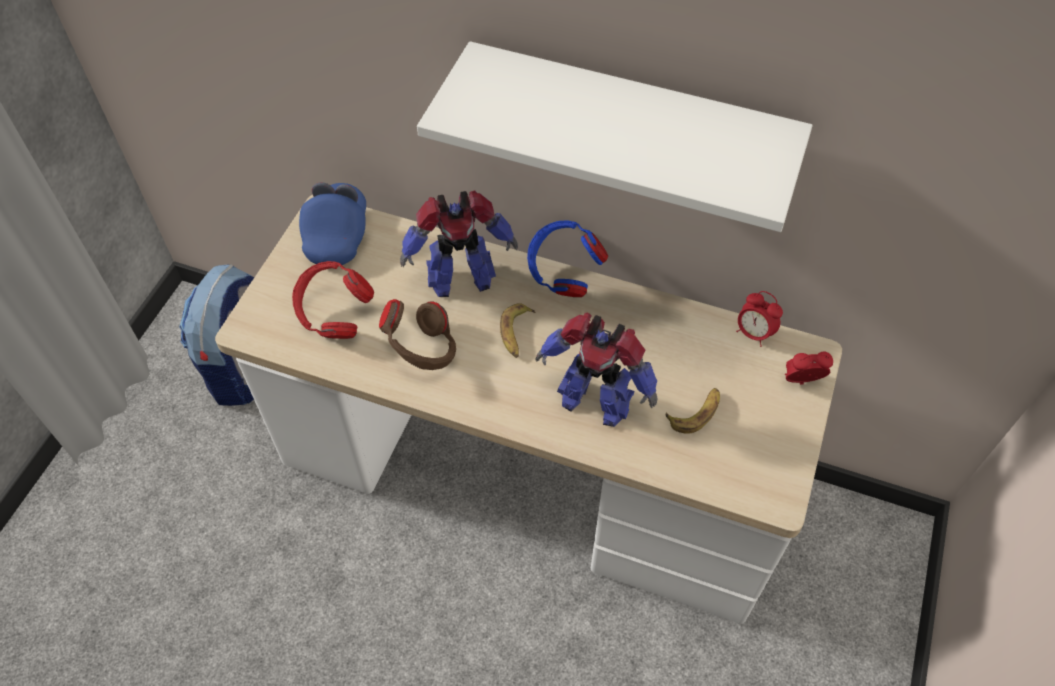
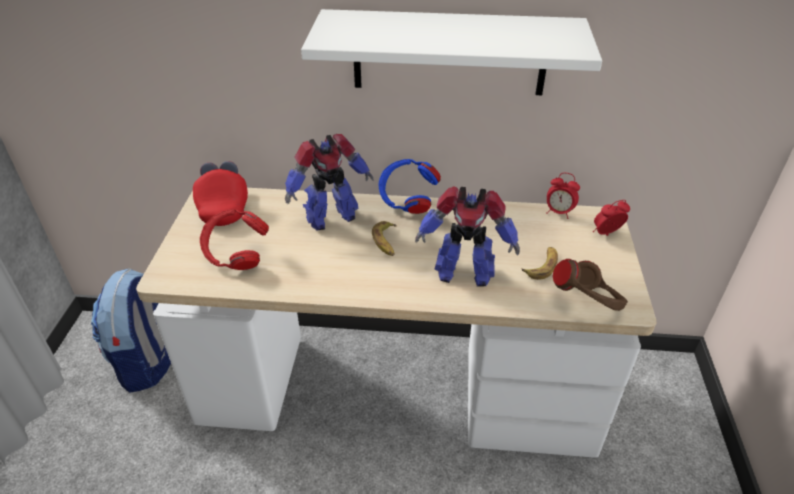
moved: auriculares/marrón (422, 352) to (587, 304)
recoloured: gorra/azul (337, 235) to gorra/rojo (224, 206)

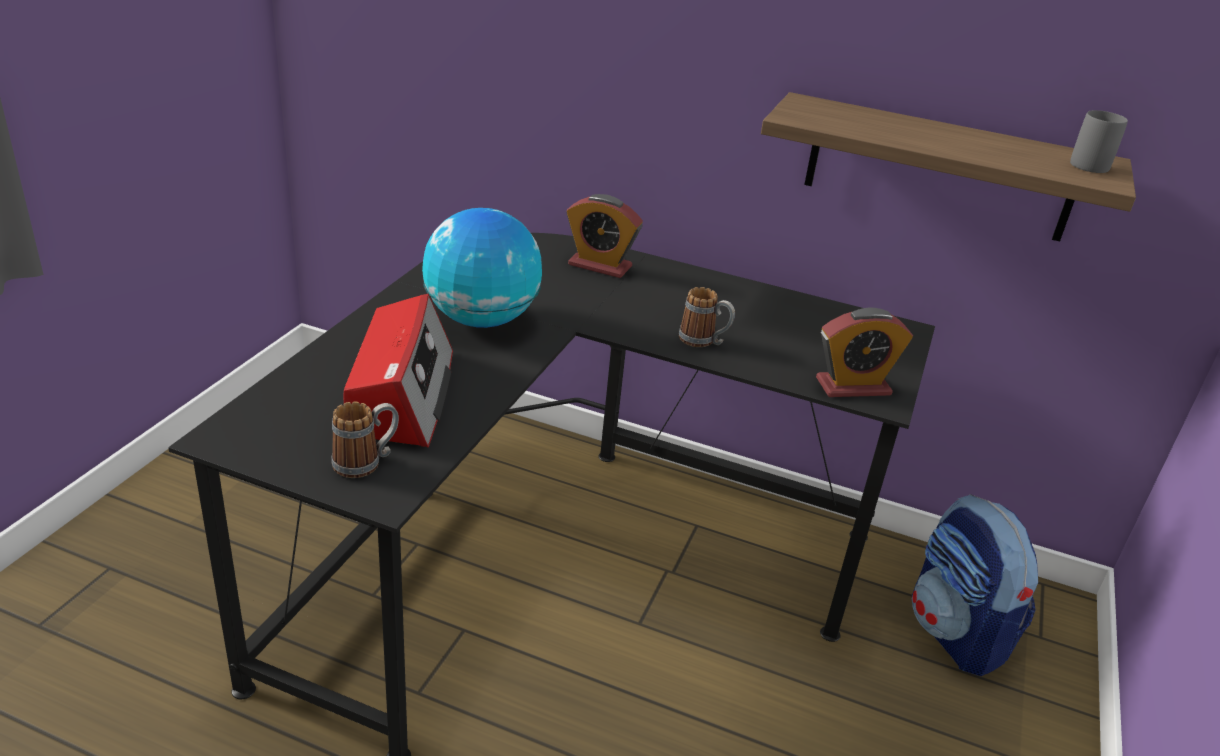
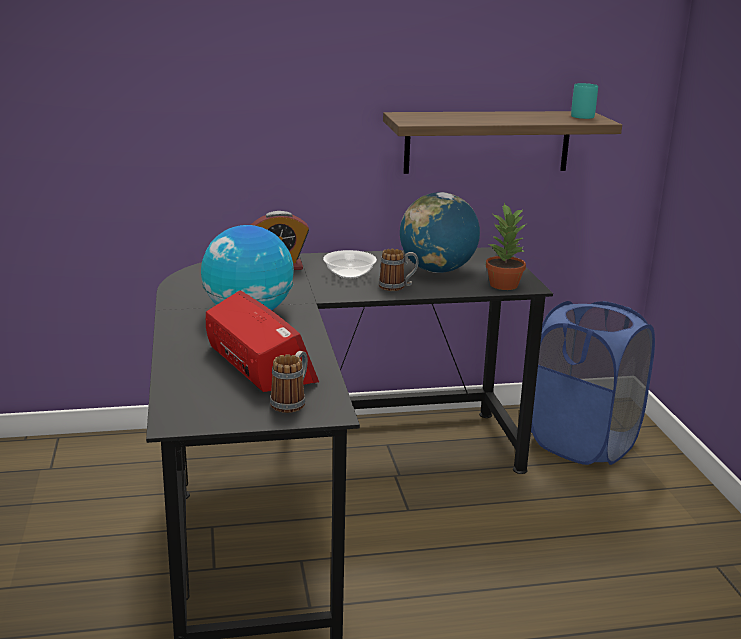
added: cuenco (349, 274); globo terráqueo (437, 270)
replaced: despertador (853, 386) to planta en maceta (504, 284); mochila (956, 634) to cesto de la ropa/azul (582, 443)
recoloured: taza grande/gris (1091, 164) to taza grande/turquesa (581, 115)

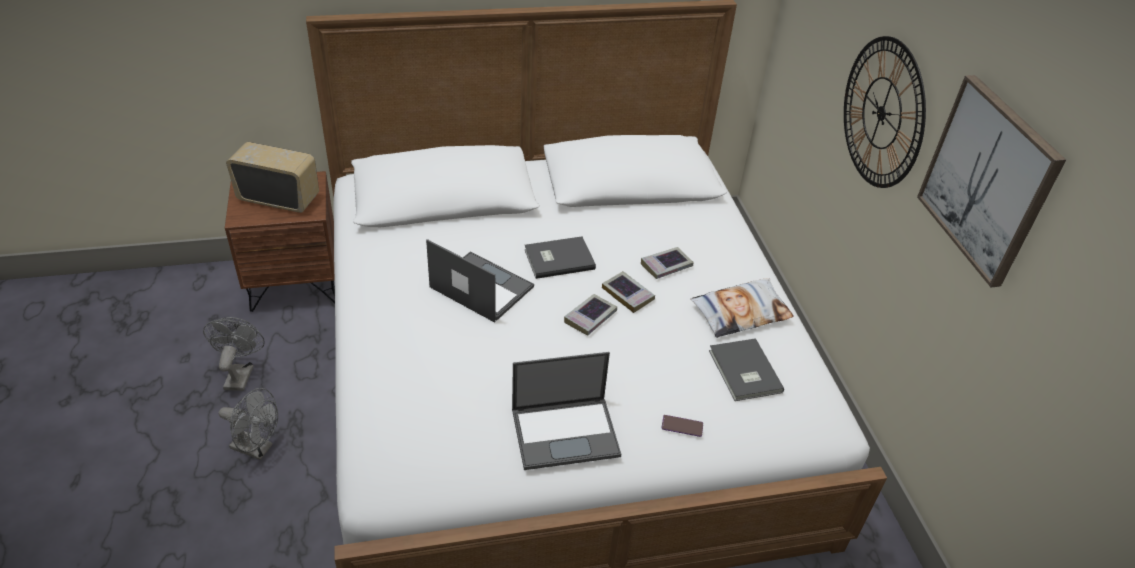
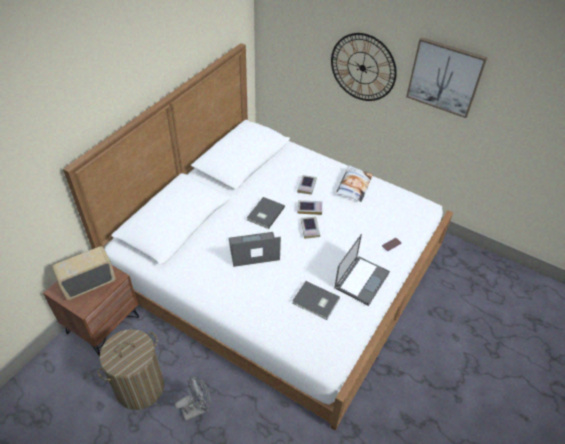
moved: libro/gris (743, 372) to (316, 302)
replaced: ventilador/gris (240, 374) to cesto de la ropa (140, 387)

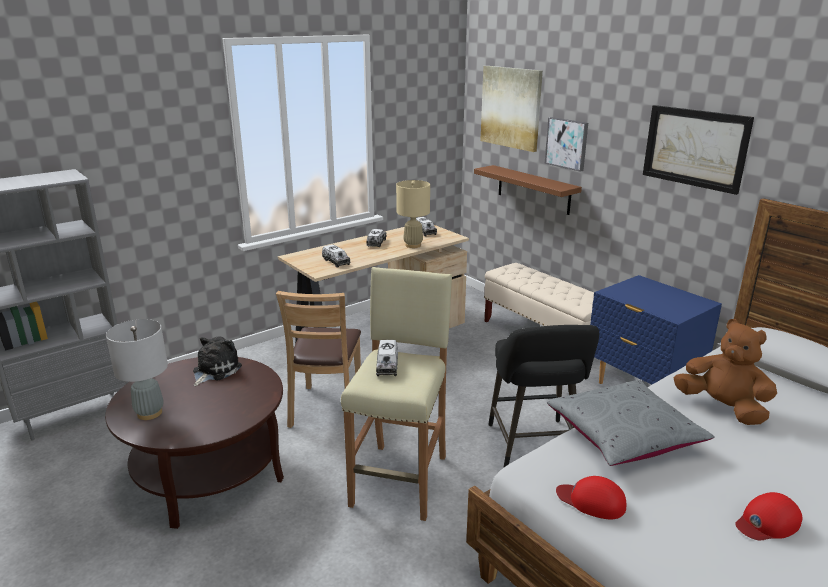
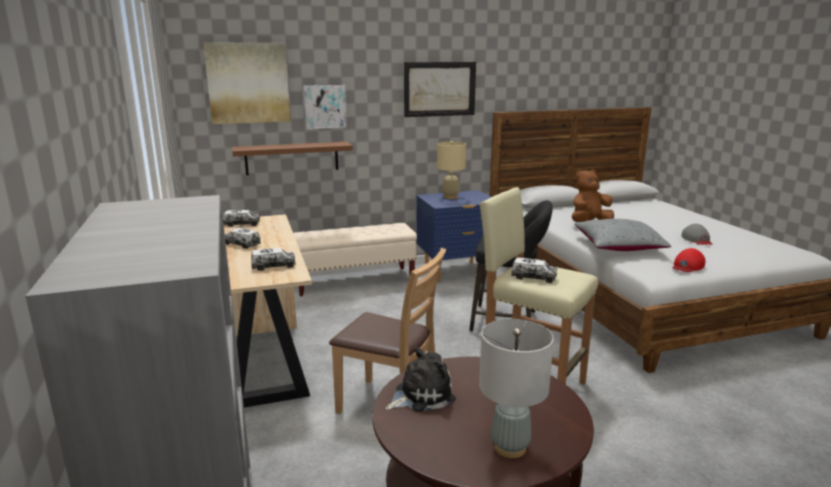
moved: lámpara de mesa/beis (413, 245) to (450, 197)
recoloured: gorra/rojo (767, 522) to gorra/gris (697, 239)
turned: peluche (214, 370) = (421, 395) 105 degrees clockwise

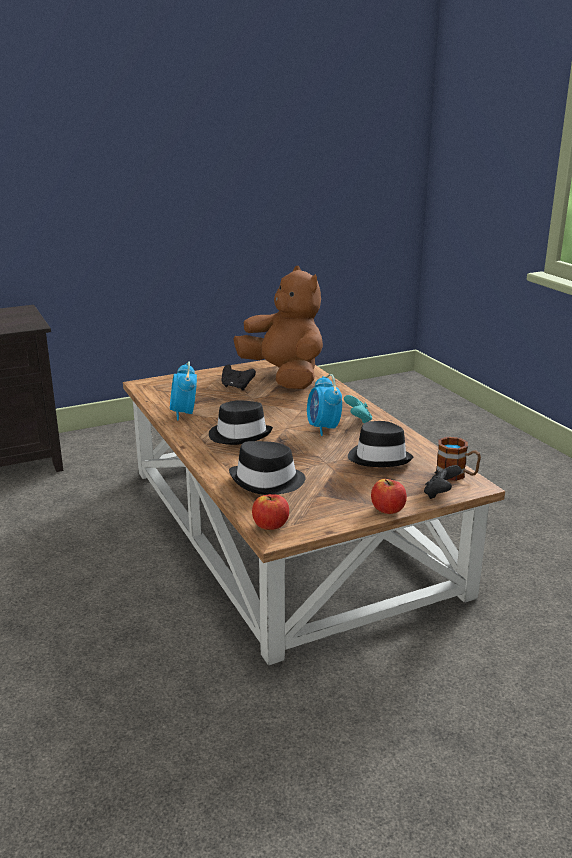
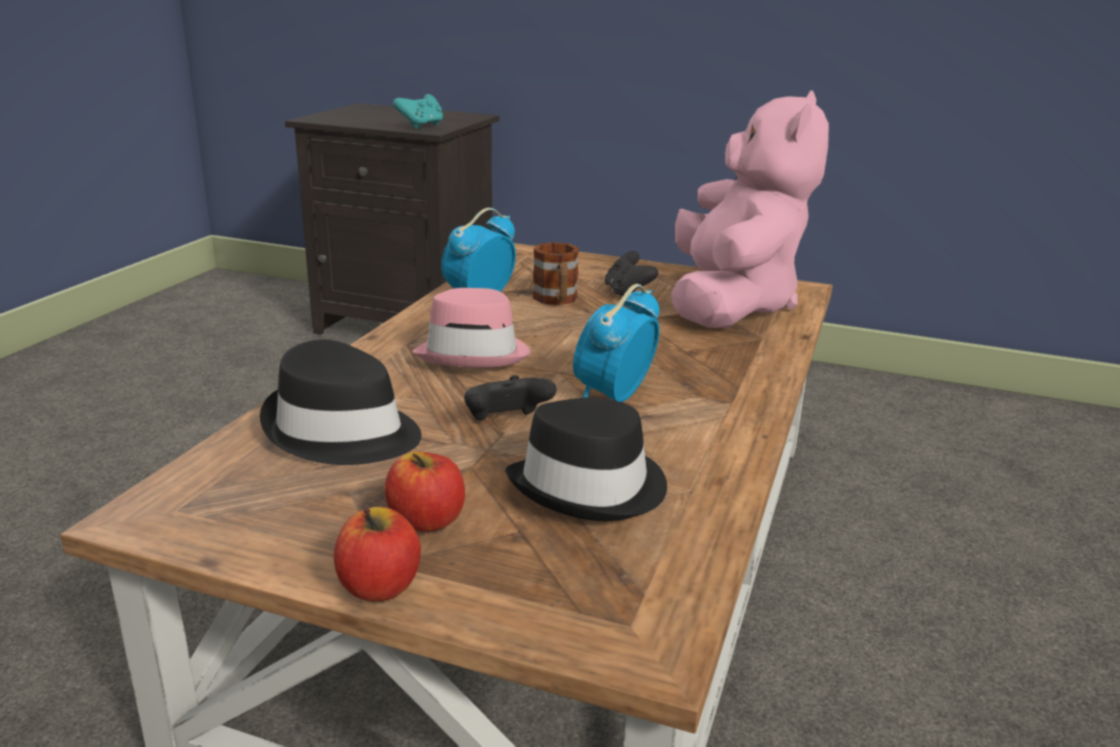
moved: manzana (270, 525) to (426, 520); mando de consola/turquesa (358, 420) to (421, 126); mando de consola/negro (440, 494) to (506, 423); taza grande (456, 475) to (557, 300)
recoloured: sombrero/negro (240, 435) to sombrero/rosa (474, 353); peluche/marrón (284, 377) to peluche/rosa (730, 305)

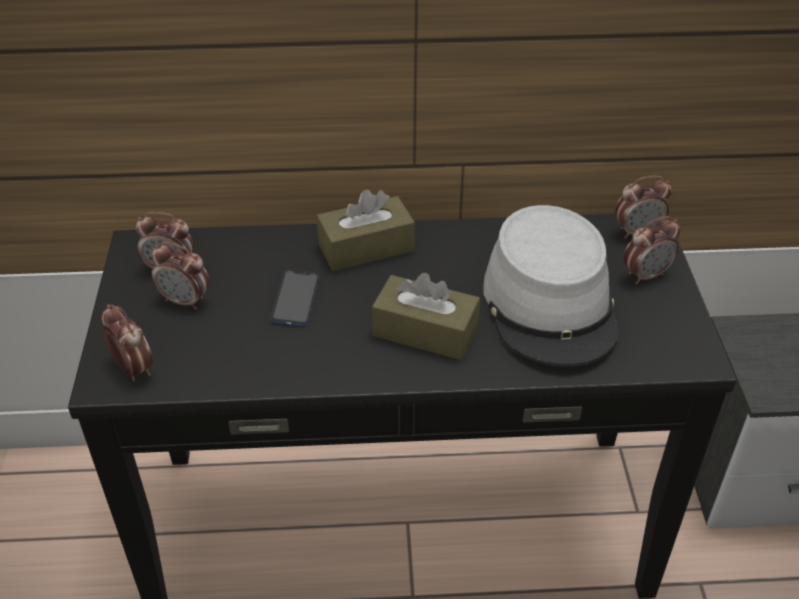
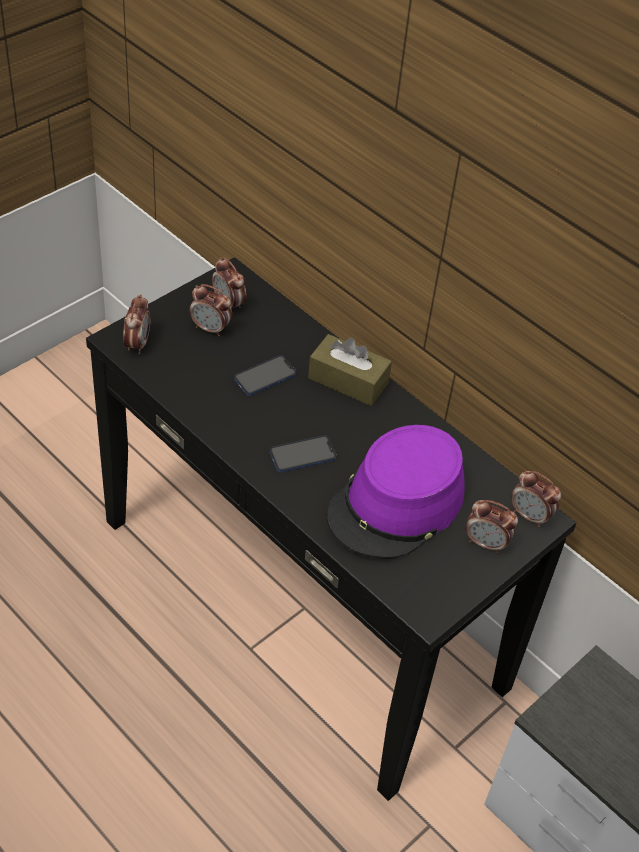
replaced: caja de pañuelos/marrón (425, 331) to móvil (302, 455)
recoloured: sombrero/gris (550, 304) to sombrero/morado (397, 505)
turned: despertador (185, 301) = (210, 329) 45 degrees counterclockwise

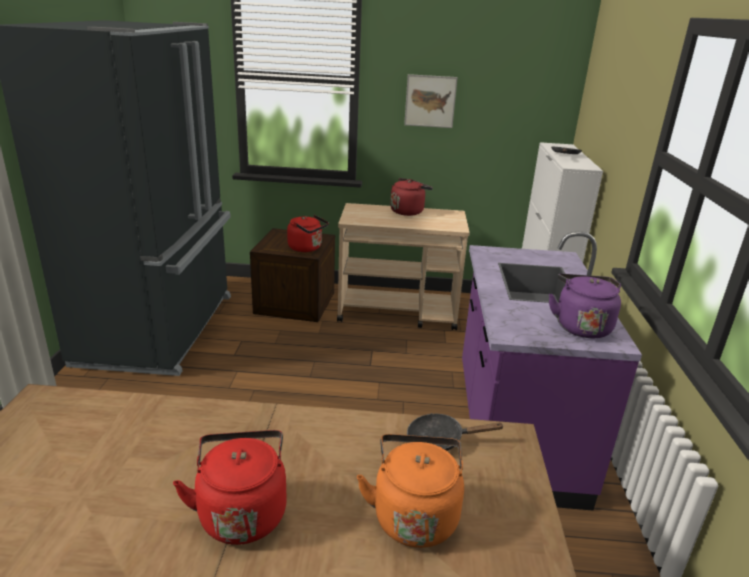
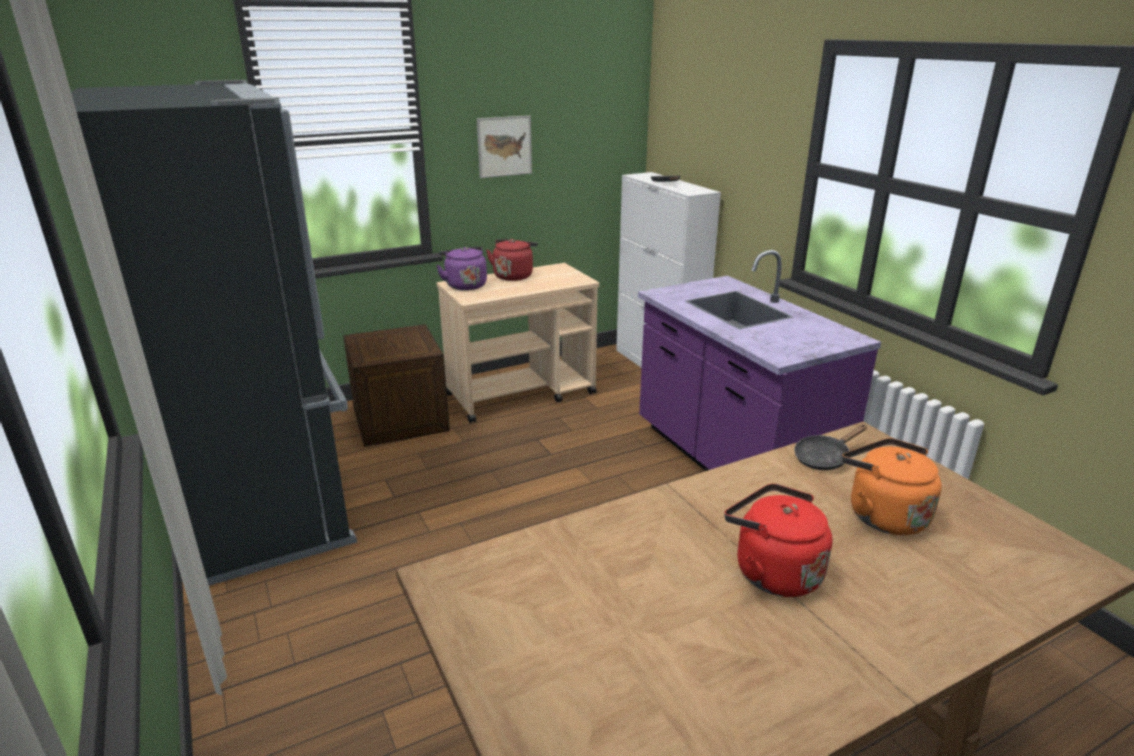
removed: hervidor/rojo (307, 248)
moved: hervidor/morado (581, 326) to (465, 285)

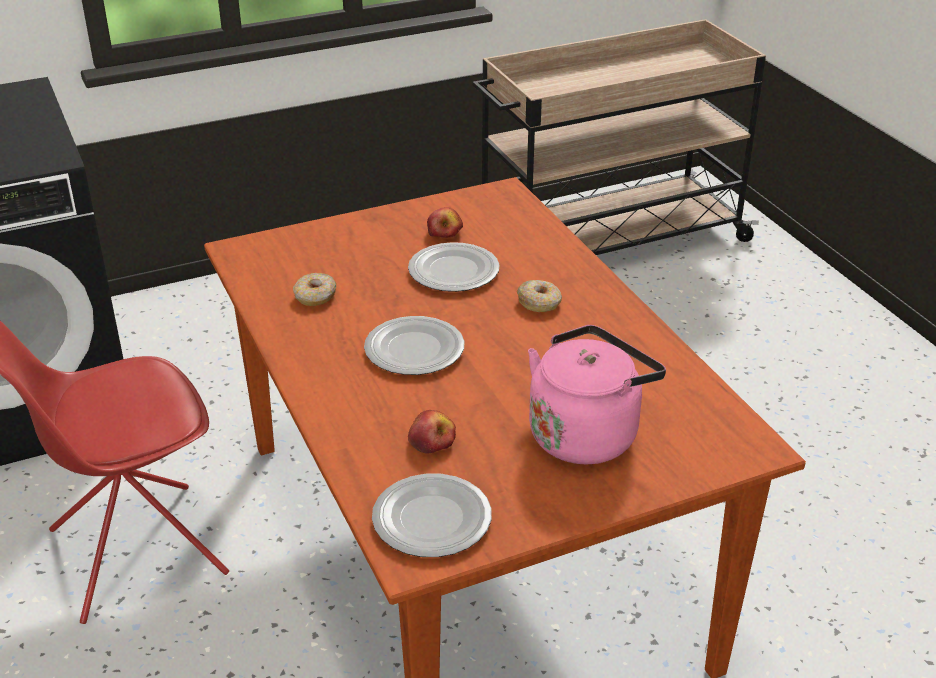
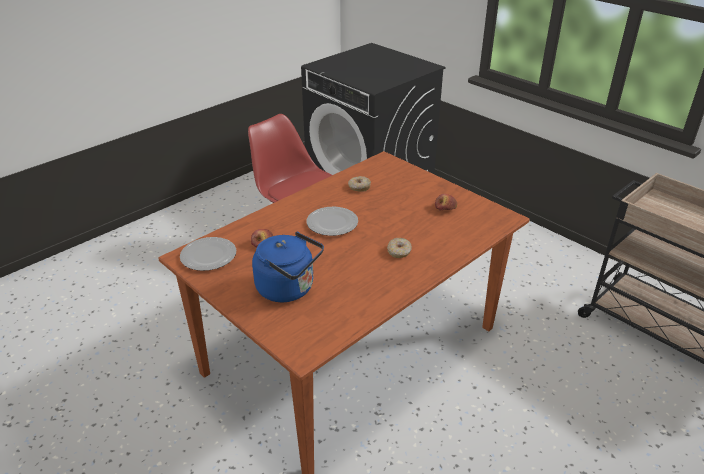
removed: plato (455, 271)
recoloured: hervidor/rosa (587, 433) to hervidor/azul (289, 289)

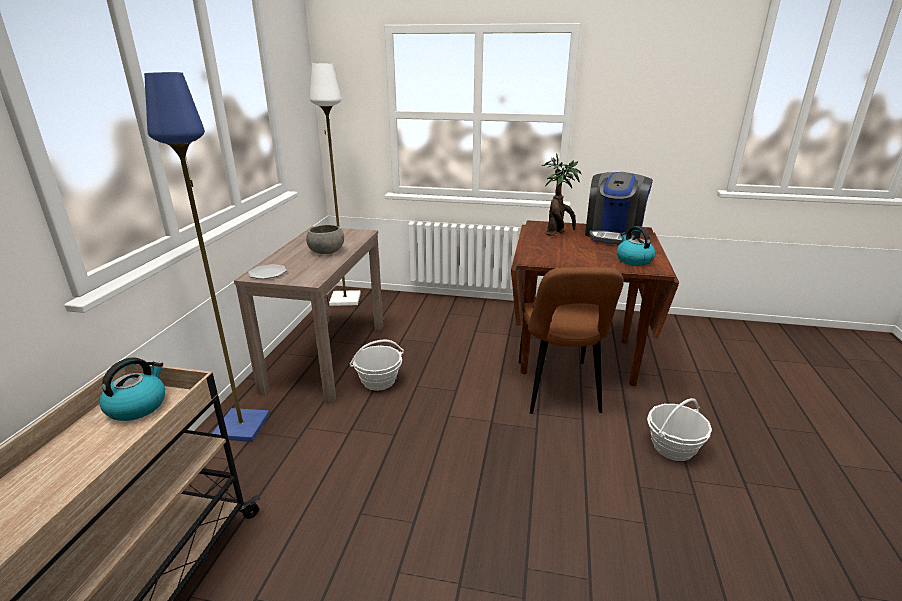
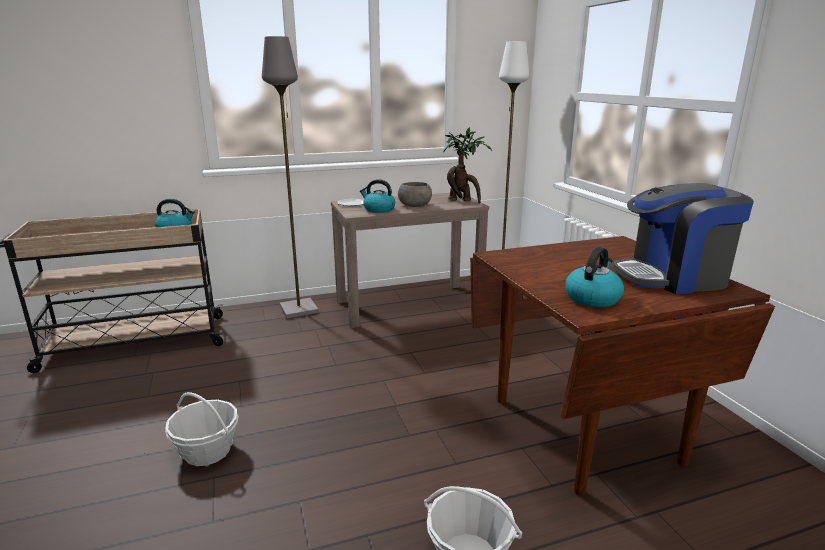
removed: silla/marrón (558, 390)
added: hervidor (378, 209)
moved: cesta (379, 381) to (207, 451); planta en maceta (558, 233) to (462, 201)
recoloured: lámpara de pie/azul (241, 426) to lámpara de pie/gris (299, 309)

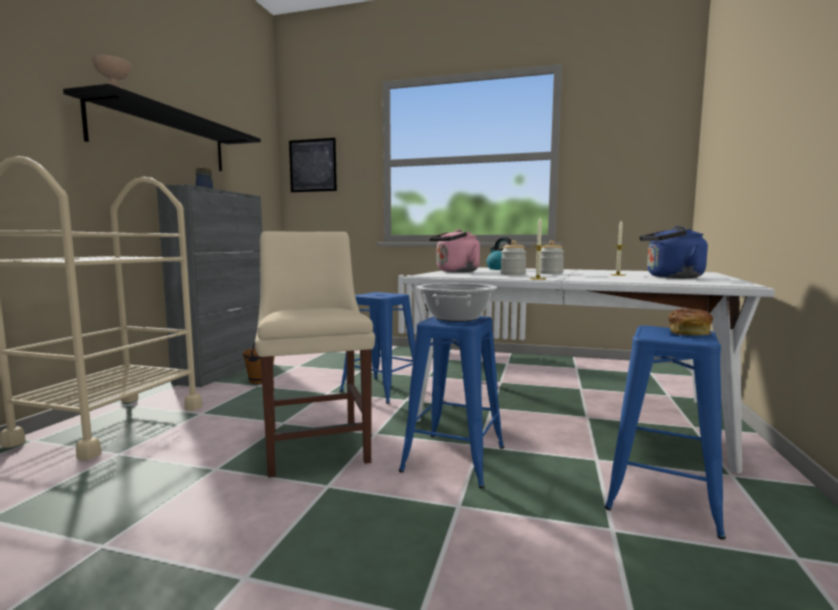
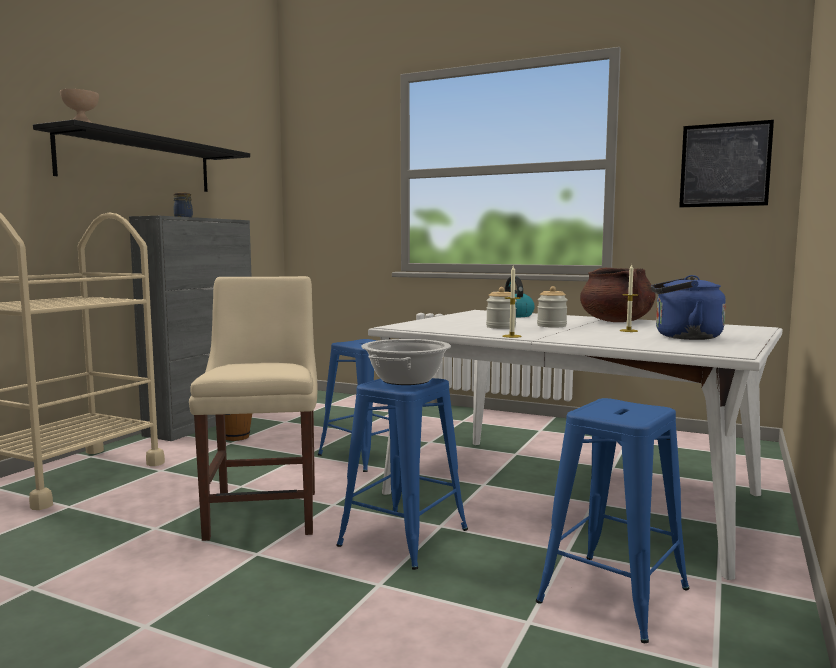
removed: hervidor/rosa (455, 271); pan (690, 333)
added: olla/marrón (616, 321)
moved: cuadro (313, 165) to (725, 165)

